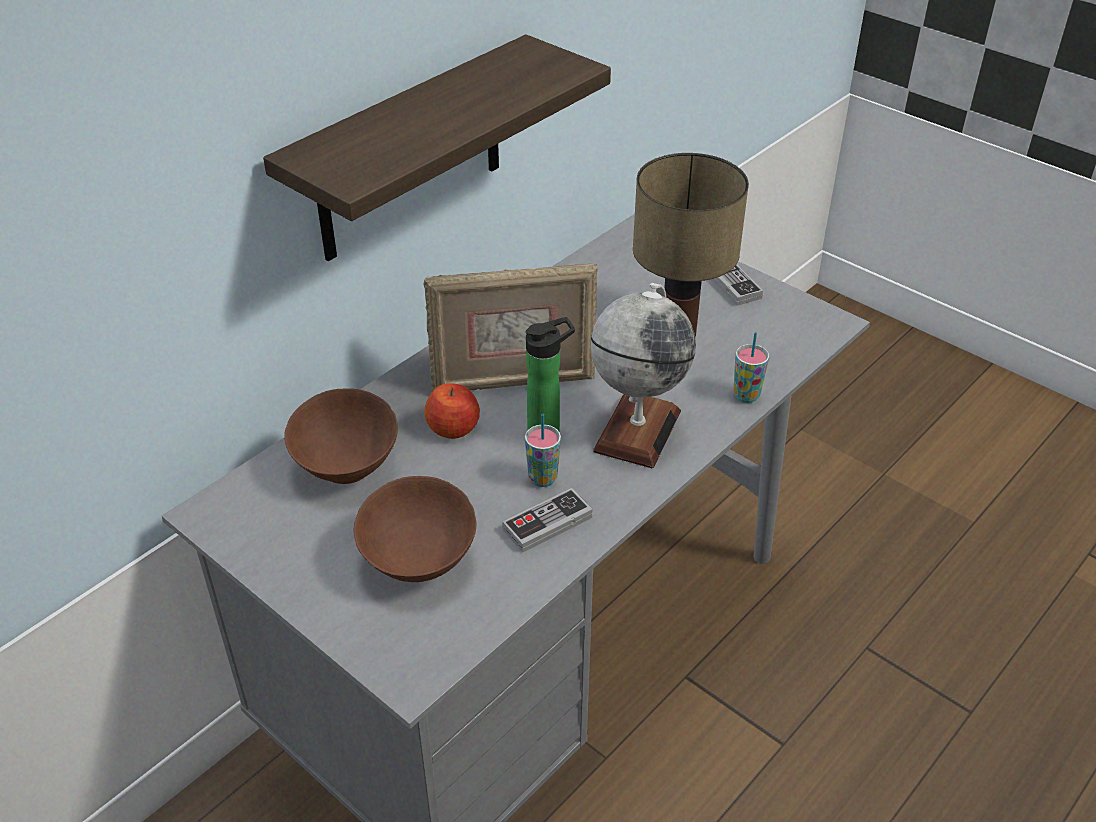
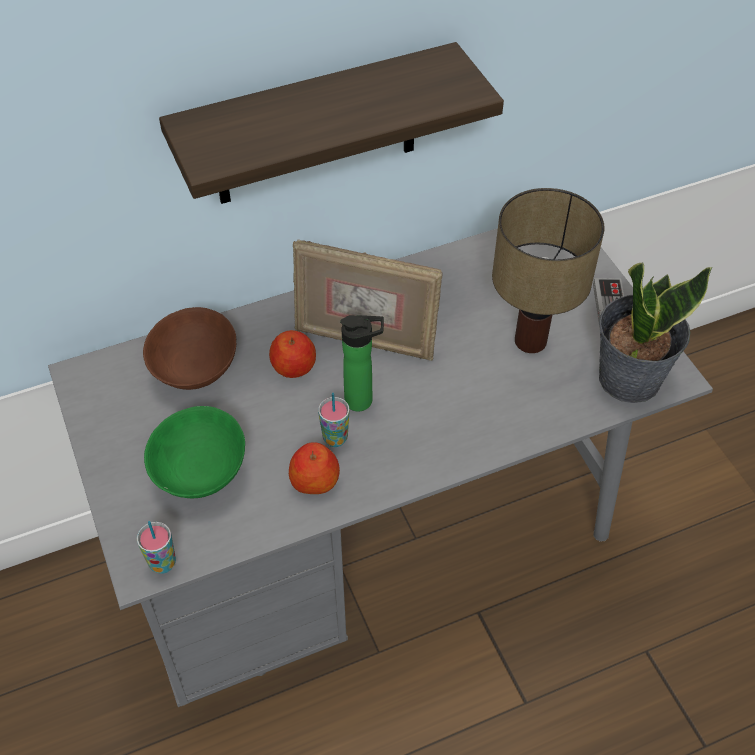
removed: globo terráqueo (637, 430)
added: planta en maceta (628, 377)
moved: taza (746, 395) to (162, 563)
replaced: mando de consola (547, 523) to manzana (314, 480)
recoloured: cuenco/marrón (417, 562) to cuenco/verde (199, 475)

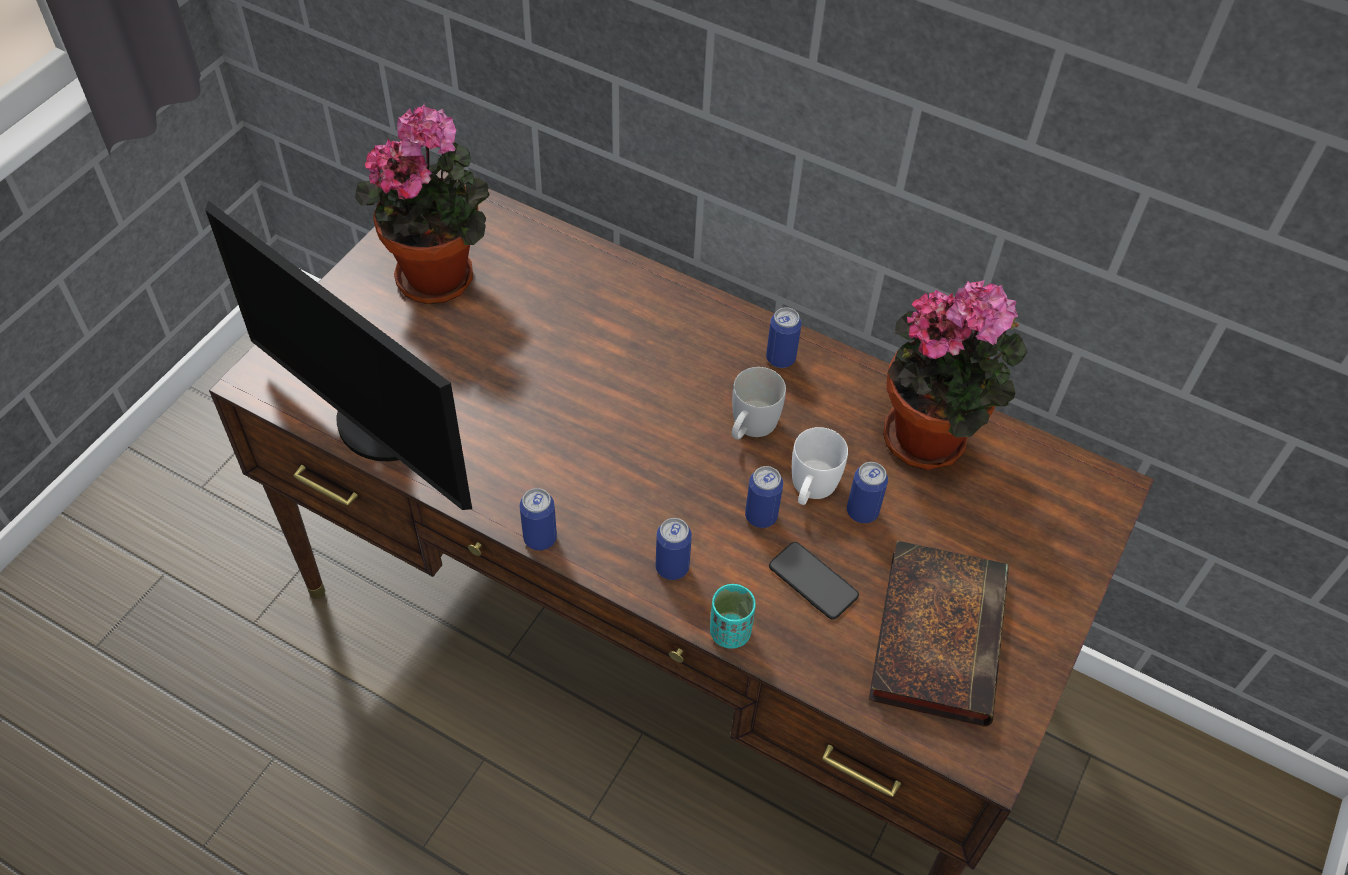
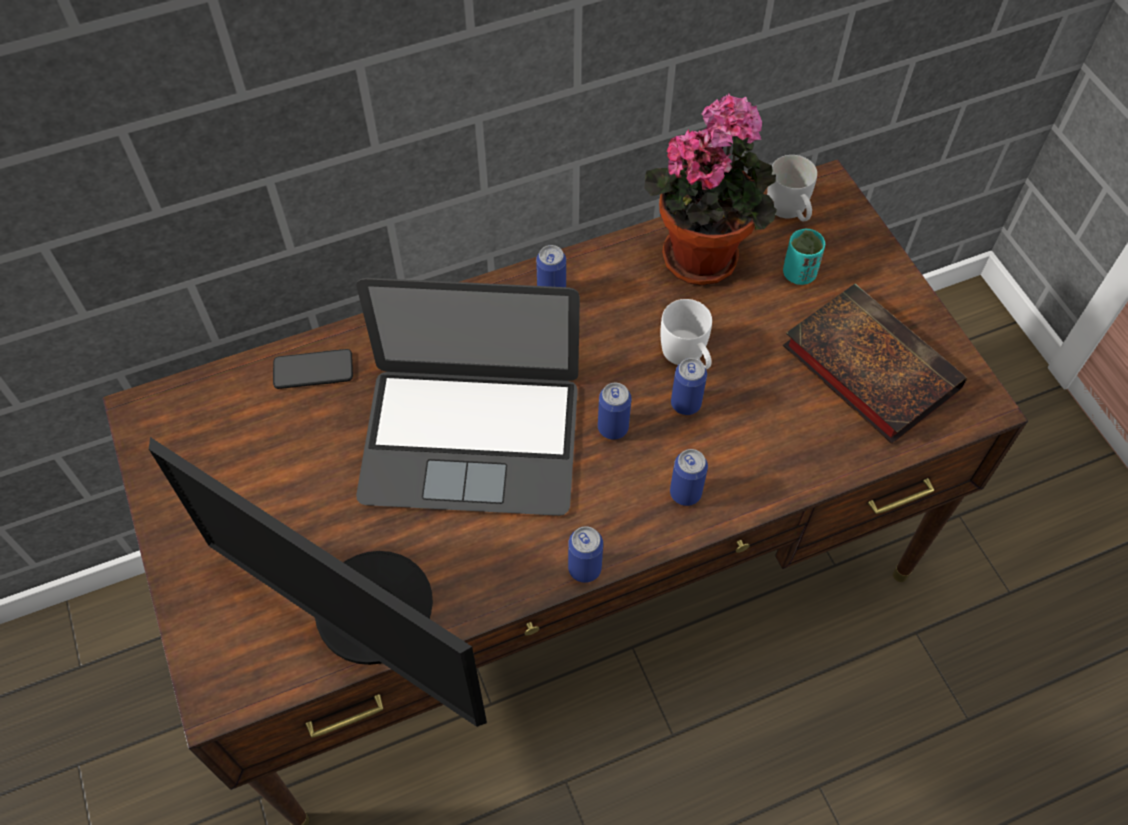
removed: planta en maceta (440, 273)
added: portátil (471, 439)
moved: taza/turquesa (730, 632) to (798, 273); taza grande/blanco (750, 427) to (790, 211); móvil (813, 581) to (313, 370); lata (862, 511) to (613, 428)
turned: monitor (382, 426) = (365, 620) 45 degrees clockwise

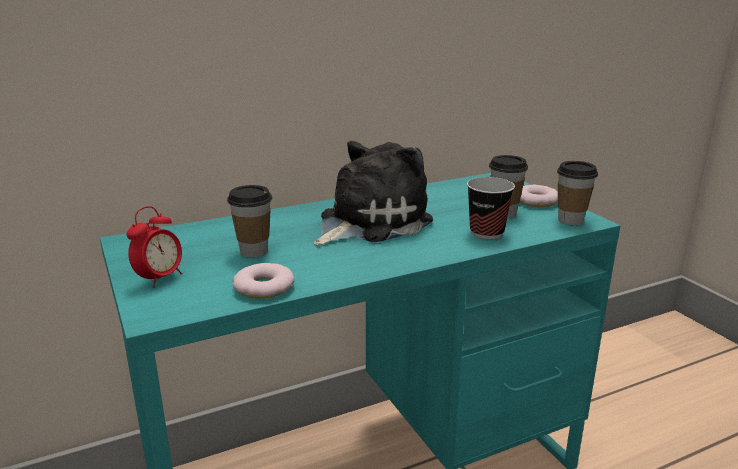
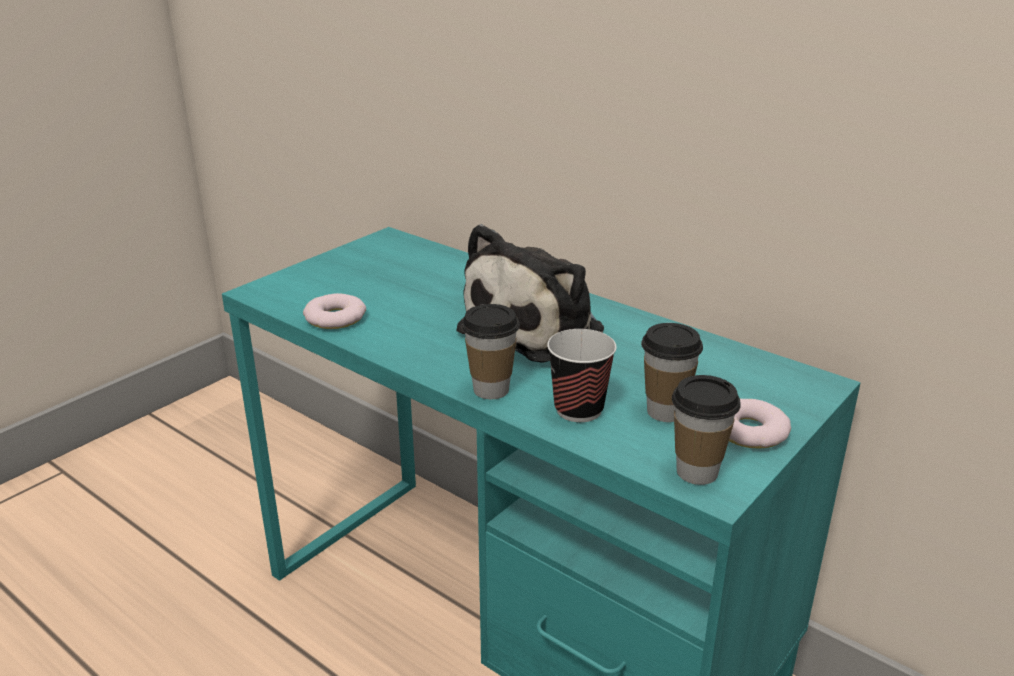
removed: despertador (160, 279)
moved: taza (253, 251) to (491, 389)
turned: peluche (369, 222) = (538, 329) 105 degrees clockwise

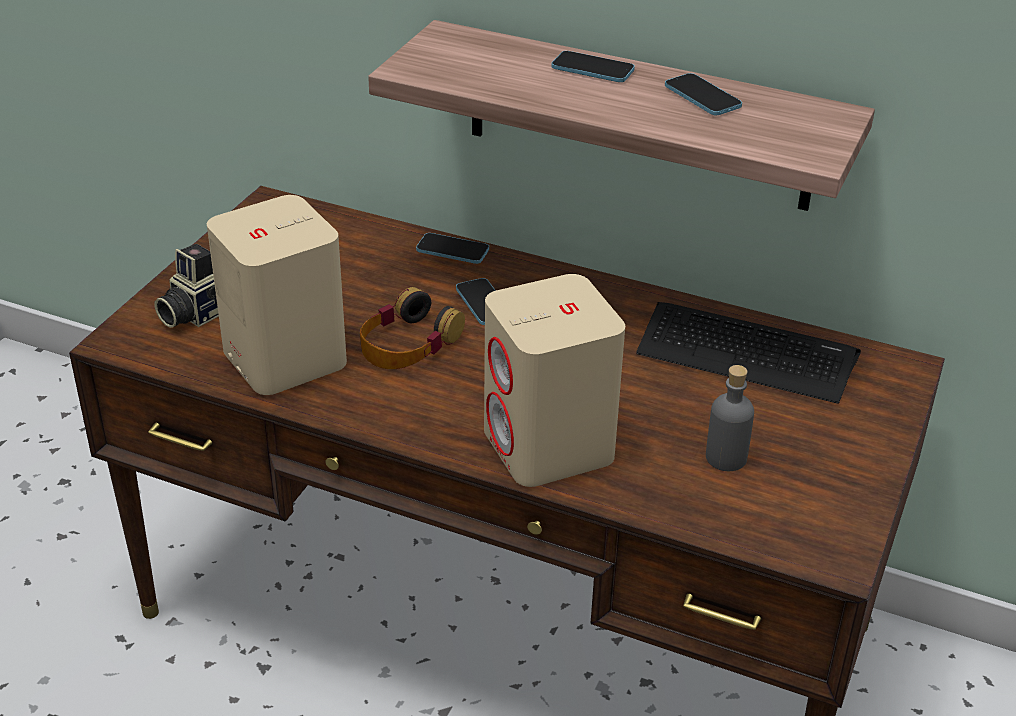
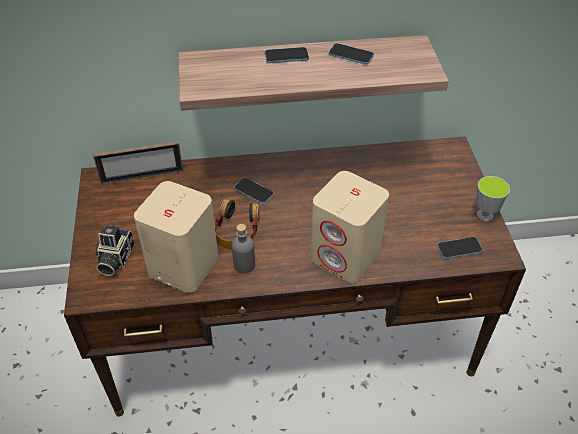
removed: teclado (746, 353)
added: portarretratos (142, 177); taza (484, 215)
moved: móvil (452, 250) to (459, 248); botella/gris (726, 458) to (244, 265)

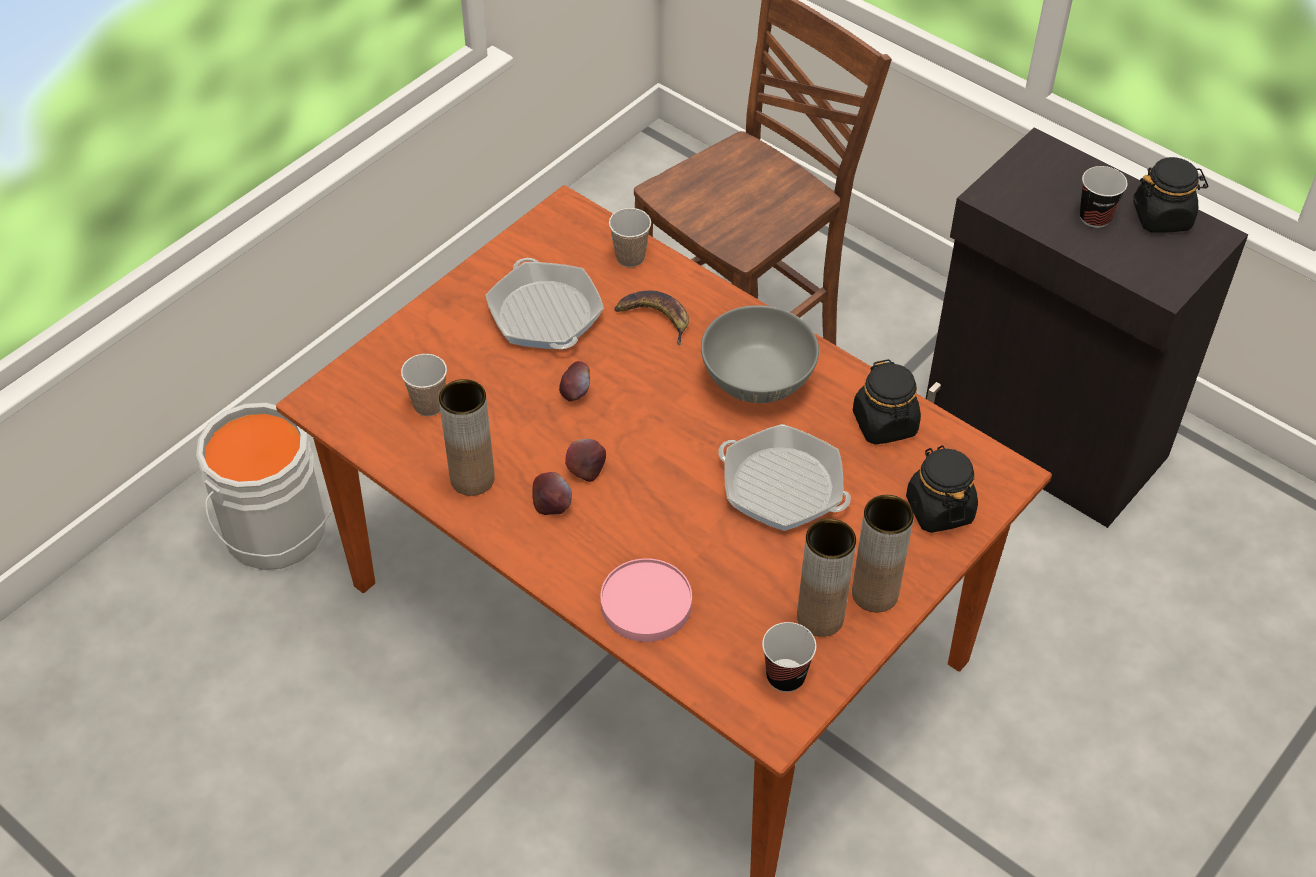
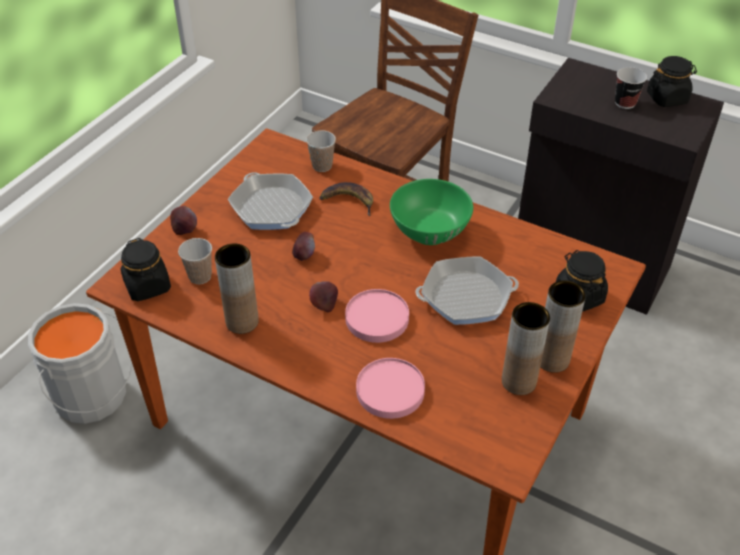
removed: taza (785, 677)
added: plato/rosa (377, 318)
moved: manzana (552, 505) to (185, 229); tarro/negro (885, 424) to (148, 286)
recoloured: cuenco/gris (757, 382) to cuenco/verde (429, 232)
turned: sartén (782, 486) = (466, 297) 150 degrees clockwise

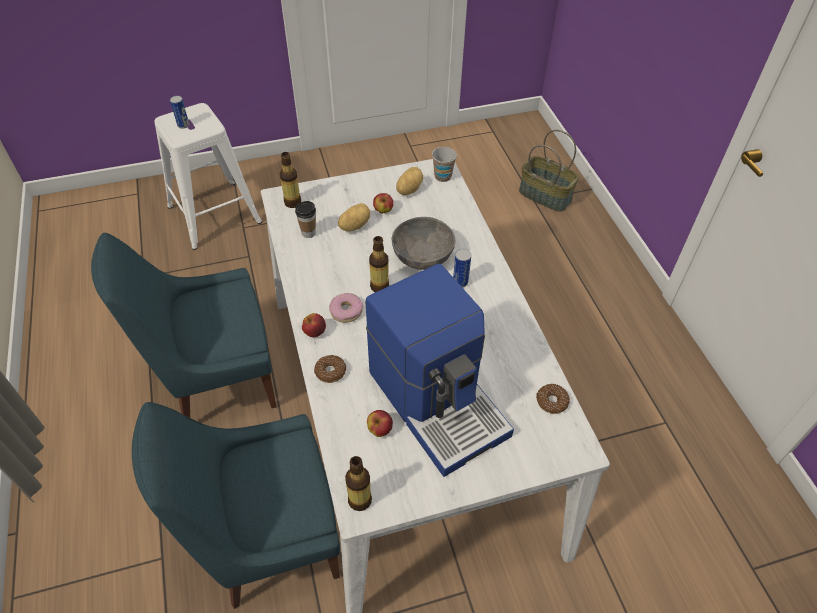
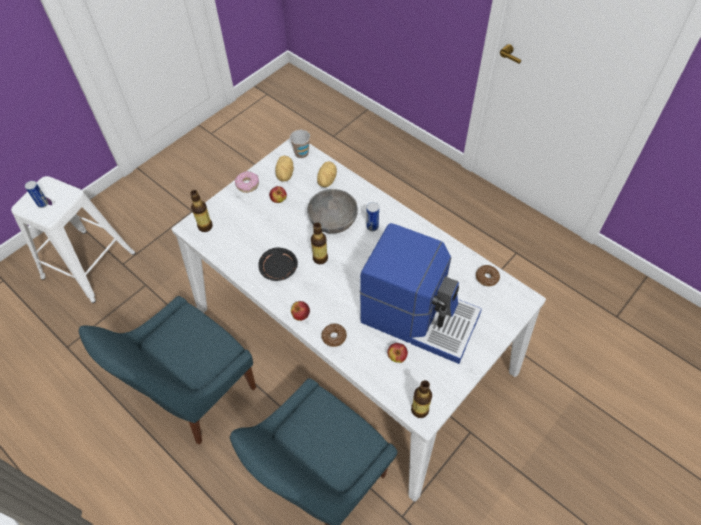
removed: taza (308, 233); cesta (545, 195)
added: plato/negro (279, 268)
moved: rosquilla (346, 311) to (247, 184); patata (354, 225) to (326, 180)

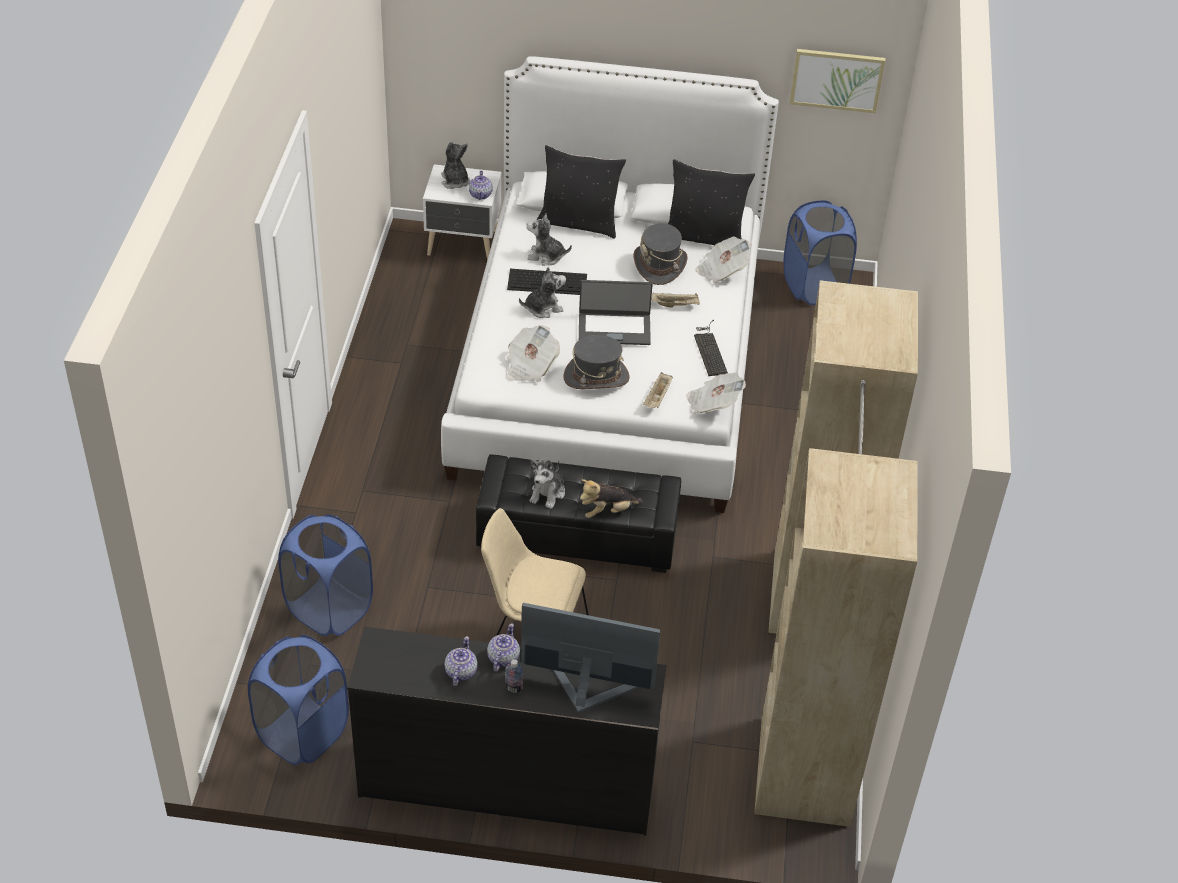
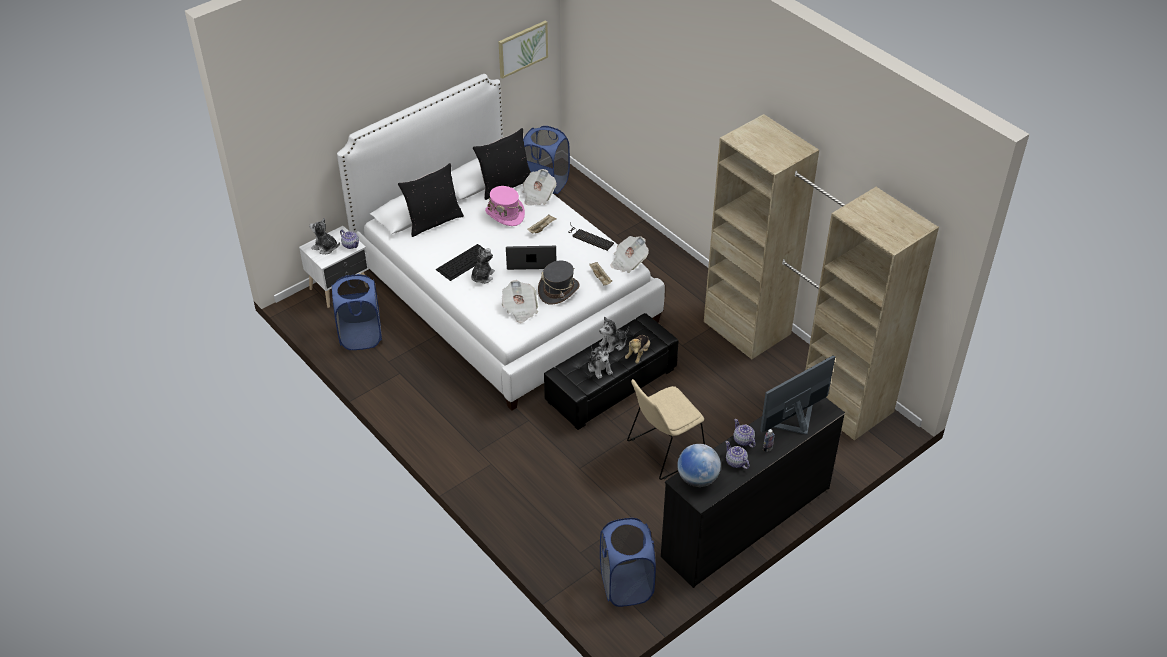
added: globo terráqueo (697, 478)
moved: cesto de la ropa/azul (329, 609) to (360, 336); peluche (546, 256) to (613, 344)
recoloured: sombrero/gris (659, 265) to sombrero/rosa (505, 214)
turned: portátil (614, 328) = (531, 260) 135 degrees counterclockwise

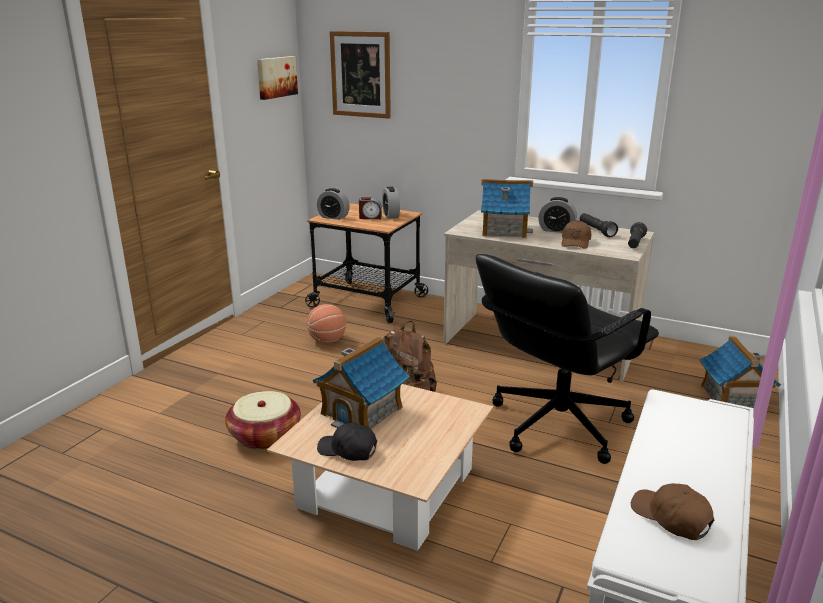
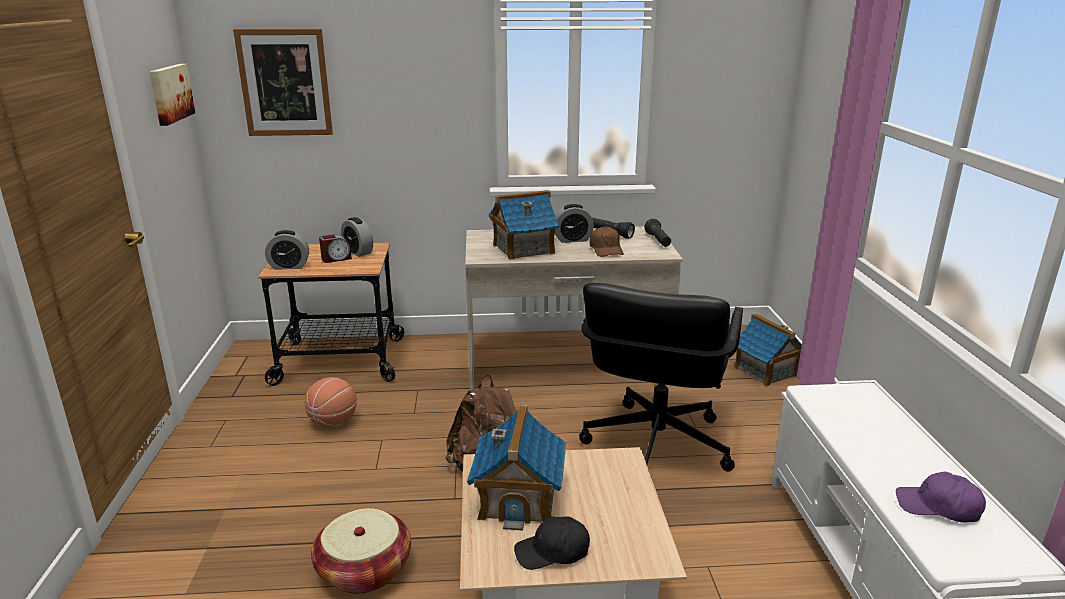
recoloured: gorra/marrón (671, 518) to gorra/morado (938, 507)

